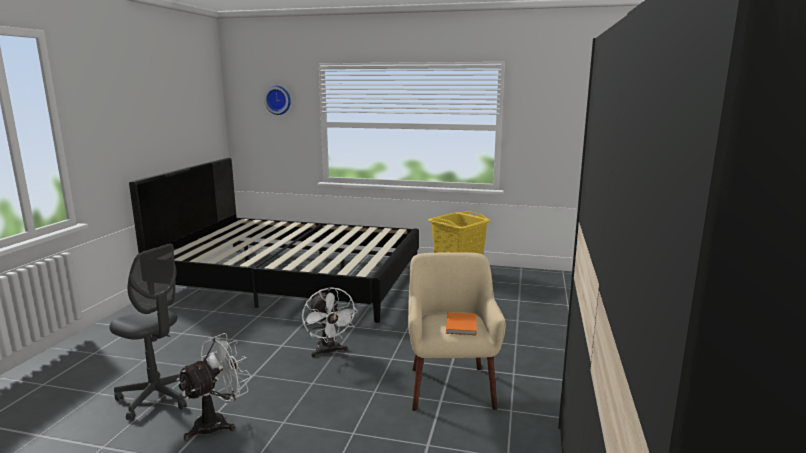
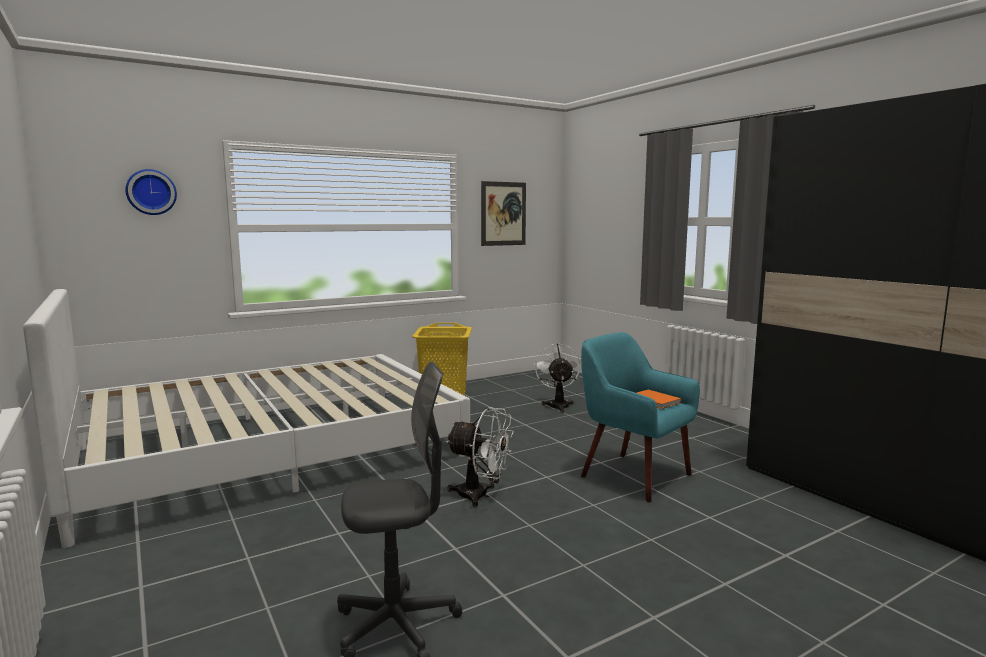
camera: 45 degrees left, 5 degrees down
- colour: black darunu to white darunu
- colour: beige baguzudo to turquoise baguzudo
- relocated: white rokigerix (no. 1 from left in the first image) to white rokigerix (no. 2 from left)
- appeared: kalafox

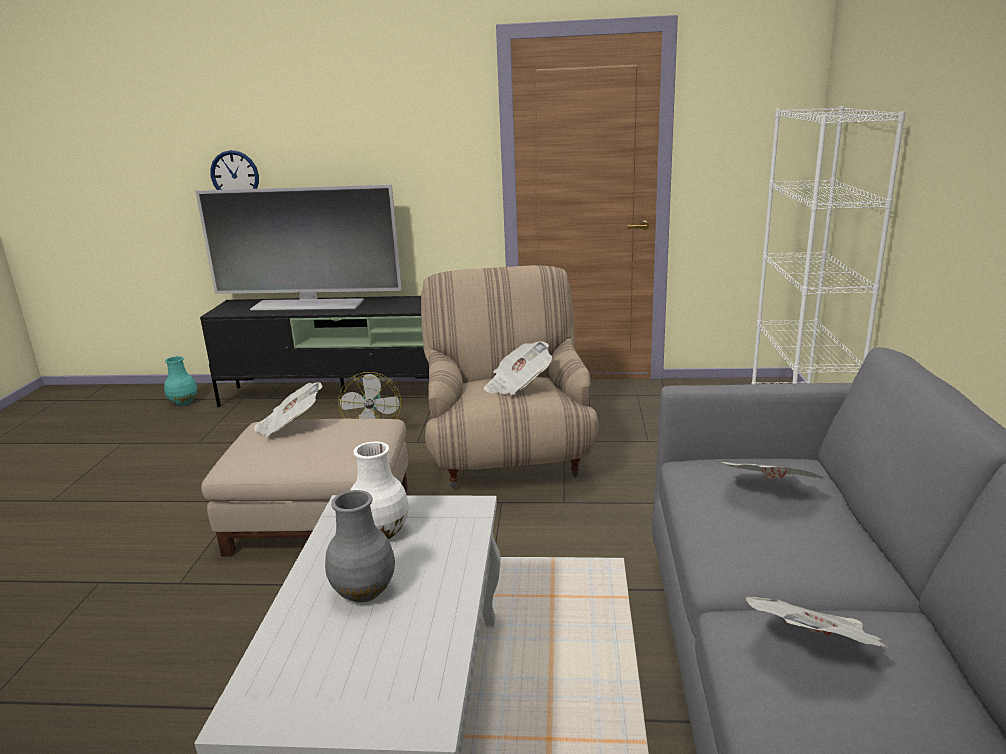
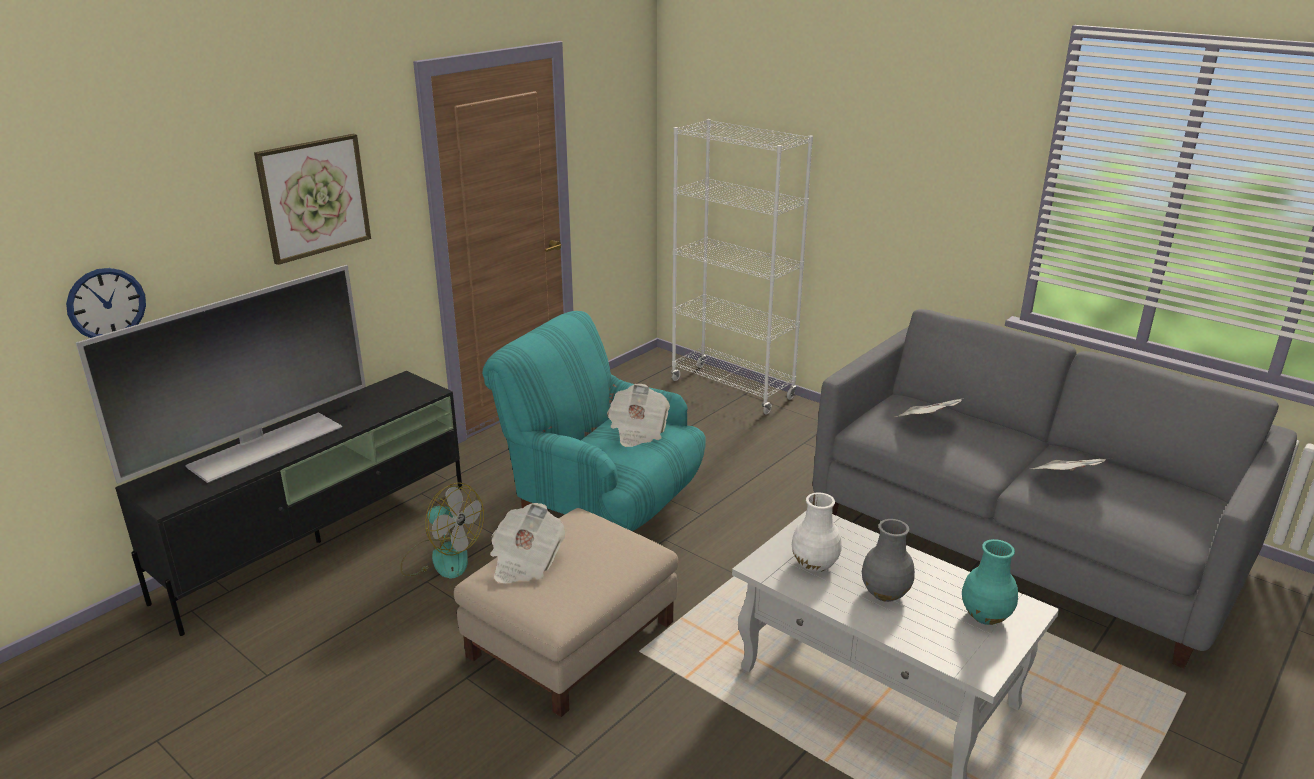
camera: 55 degrees left, 5 degrees up
- colour: beige baguzudo to turquoise baguzudo
- relocated: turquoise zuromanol
- appeared: kalafox

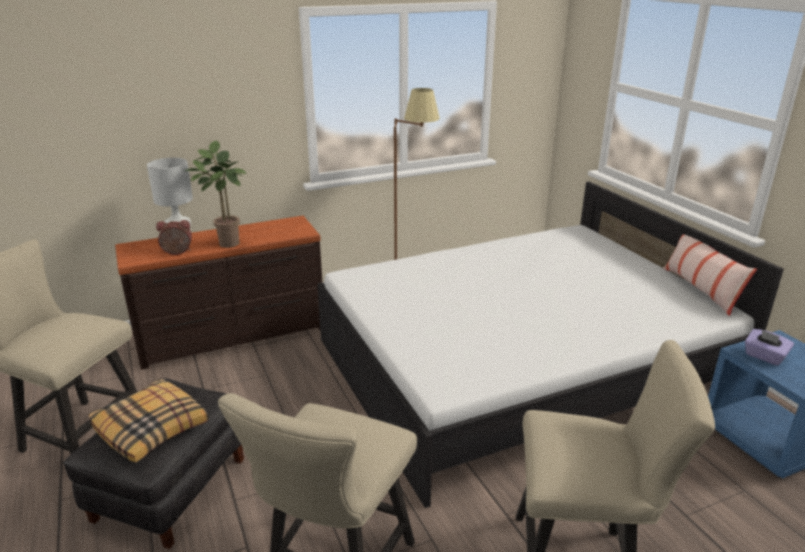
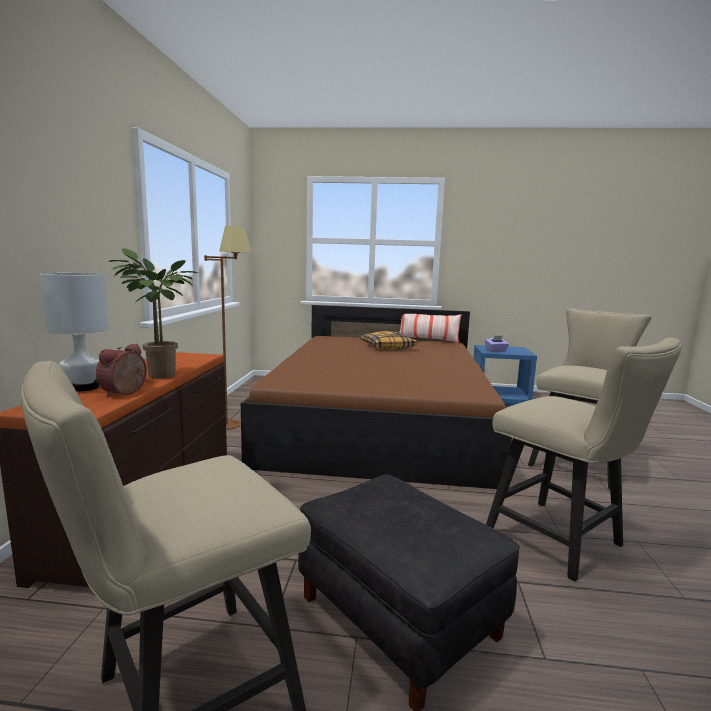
camera: 60 degrees left, 15 degrees down
- colour: white darunu to brown darunu
- relocated: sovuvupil (no. 1 from left)

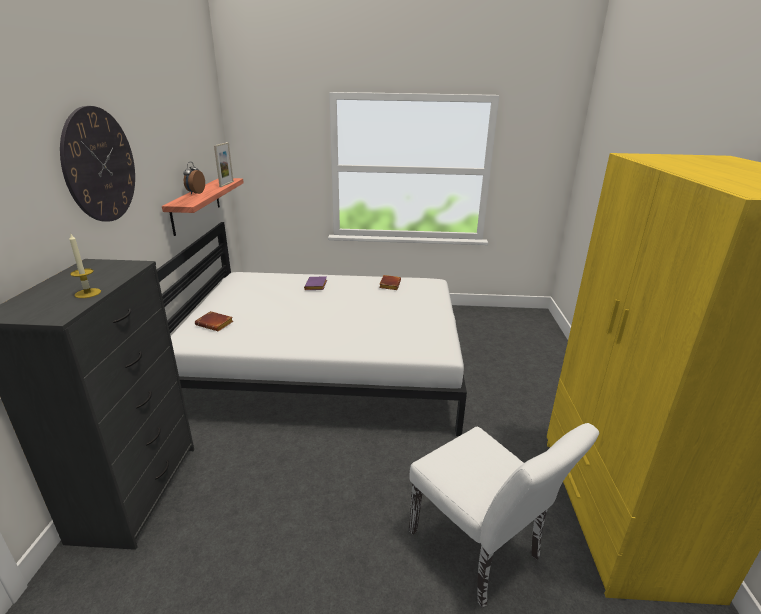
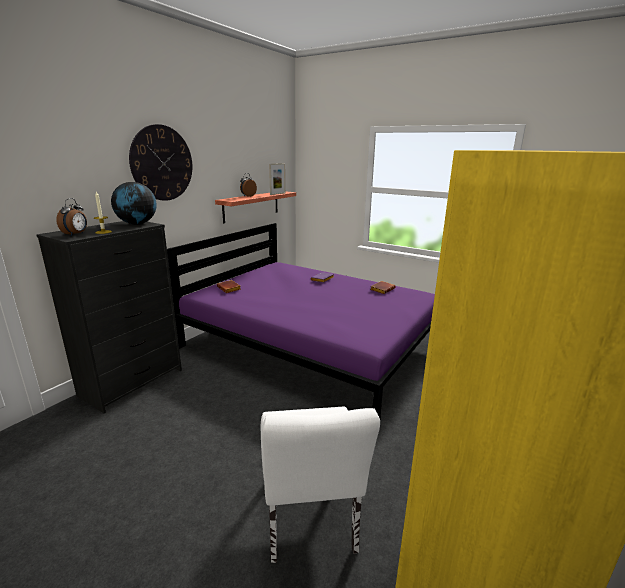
camera: 30 degrees right, 5 degrees down
- colour: white darunu to purple darunu
- appeared: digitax
- appeared: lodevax (no. 1 from left)

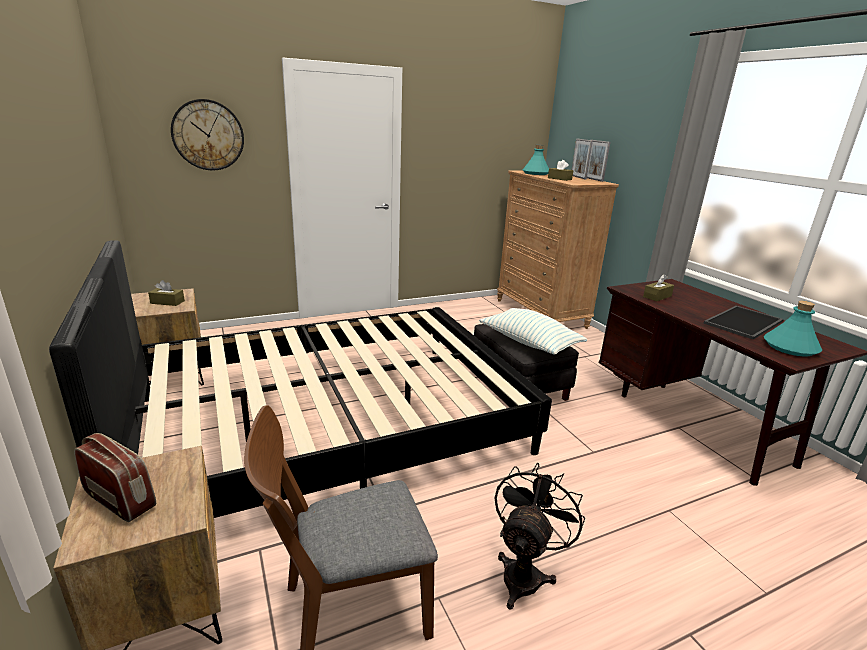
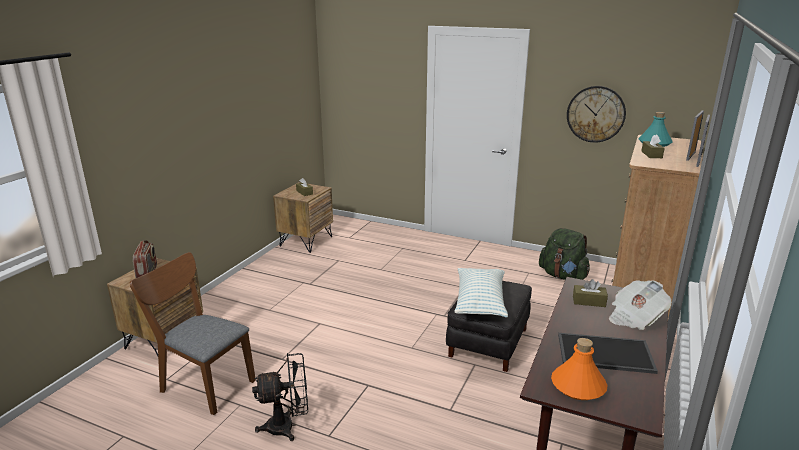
camera: 50 degrees right, 0 degrees up
- relocated: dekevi
- missing: black darunu
- colour: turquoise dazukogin (no. 2 from left) to orange dazukogin
- appeared: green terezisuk
- appeared: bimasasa

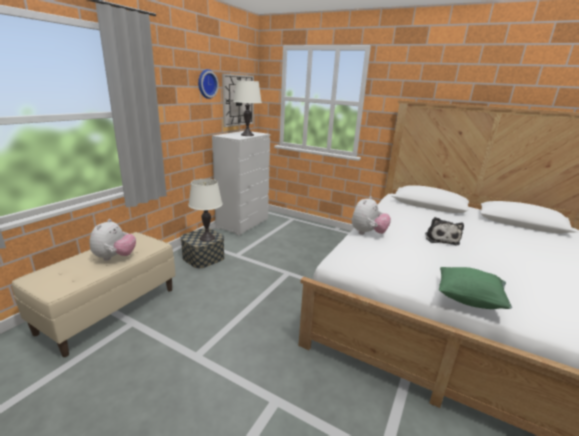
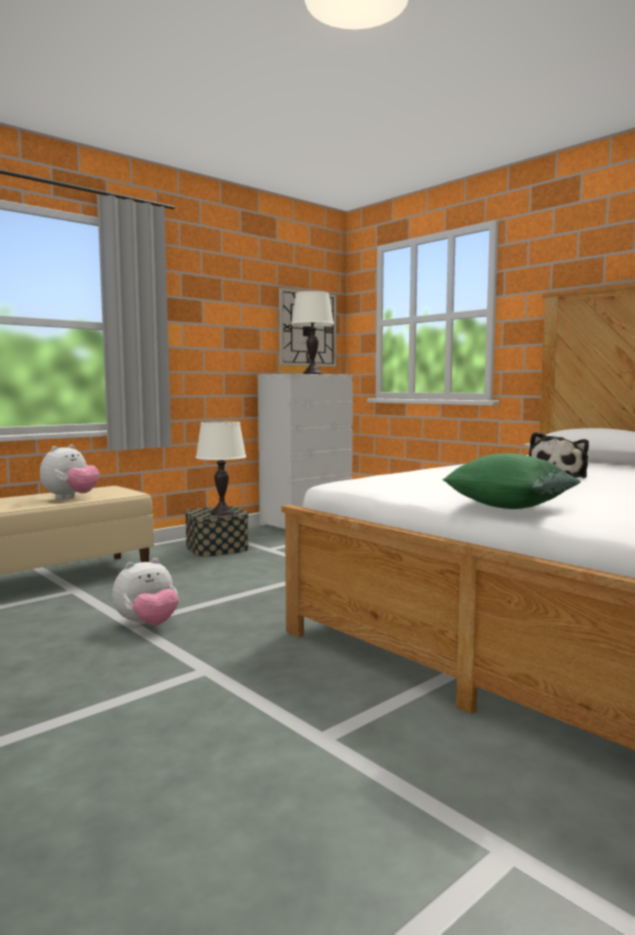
camera: 20 degrees right, 15 degrees down
- missing: dekevi (no. 1 from left)
- relocated: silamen (no. 2 from left)

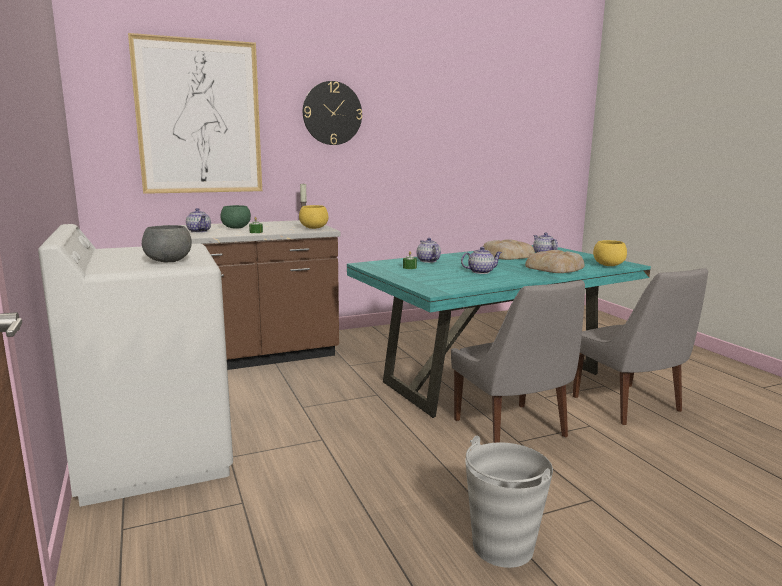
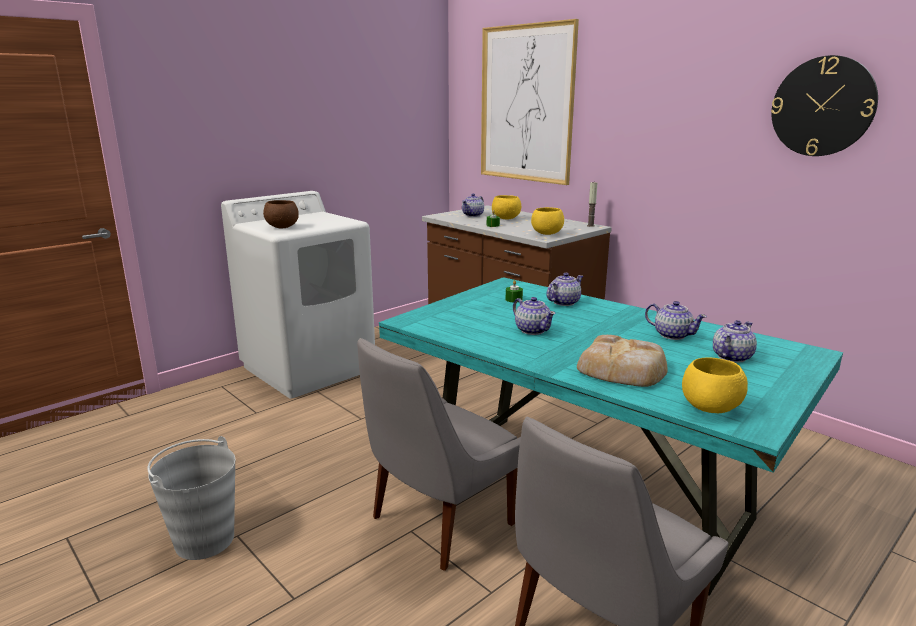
camera: 70 degrees right, 5 degrees up
- relocated: dekevi
- colour: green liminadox to yellow liminadox (no. 1 from left)
- colour: grey liminadox to brown liminadox
- exchanged: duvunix (no. 1 from left) to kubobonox (no. 4 from left)

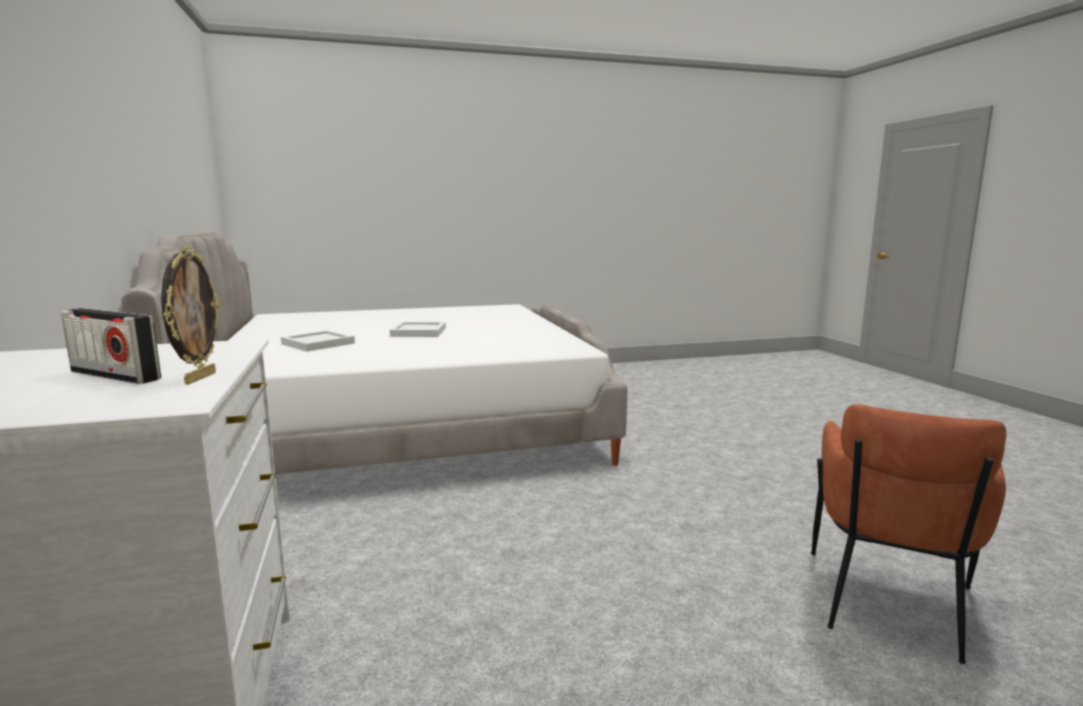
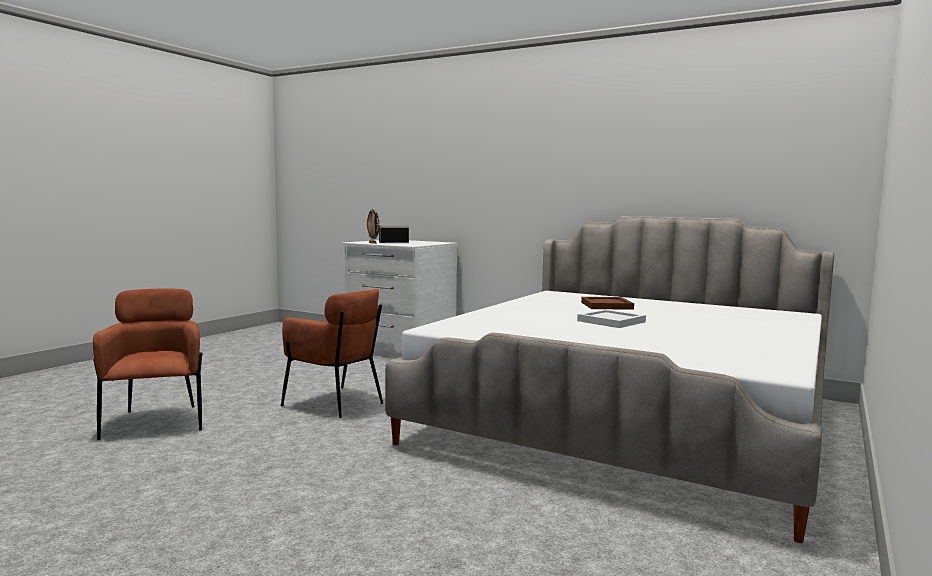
camera: 135 degrees right, 5 degrees down
- colour: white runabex (no. 1 from left) to brown runabex
- appeared: brown baguzudo (no. 2 from left)

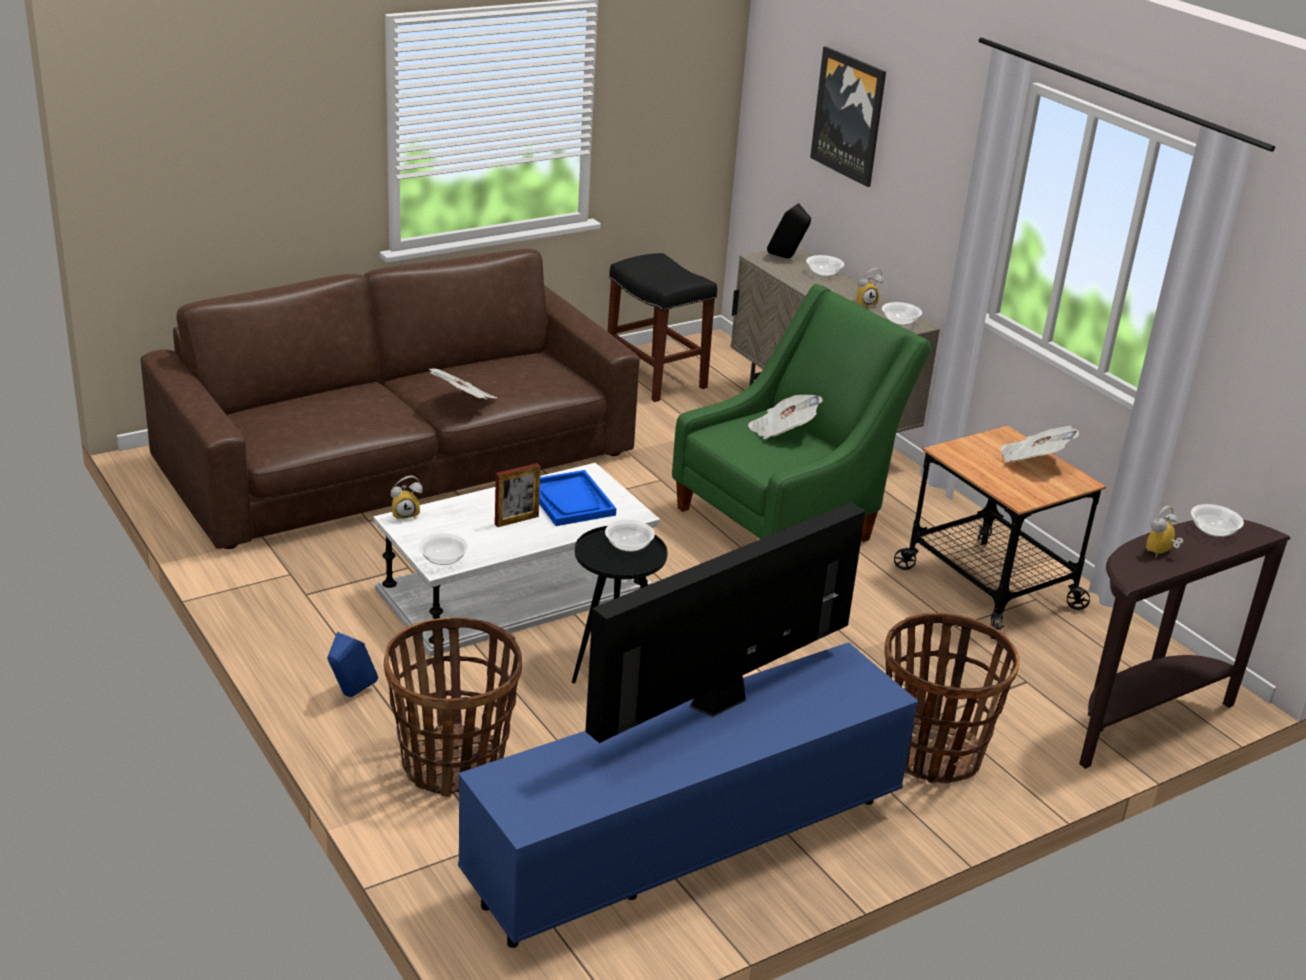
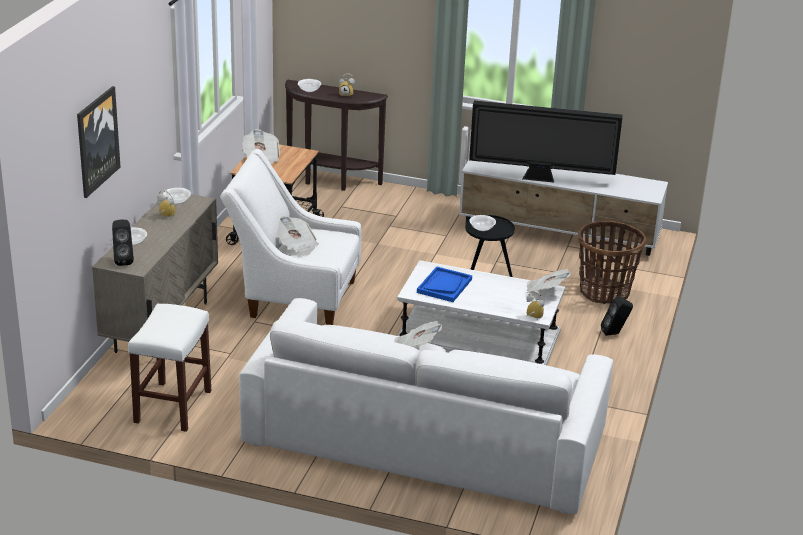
camera: 130 degrees left, 0 degrees up
- colour: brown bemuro to white bemuro
- colour: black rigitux to white rigitux
- colour: green baguzudo to white baguzudo
- missing: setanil
- exchanged: liminadox (no. 1 from left) to bimasasa (no. 4 from left)
- missing: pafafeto (no. 2 from left)
- colour: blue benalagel to black benalagel (no. 2 from left)
- colour: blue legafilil to white legafilil

